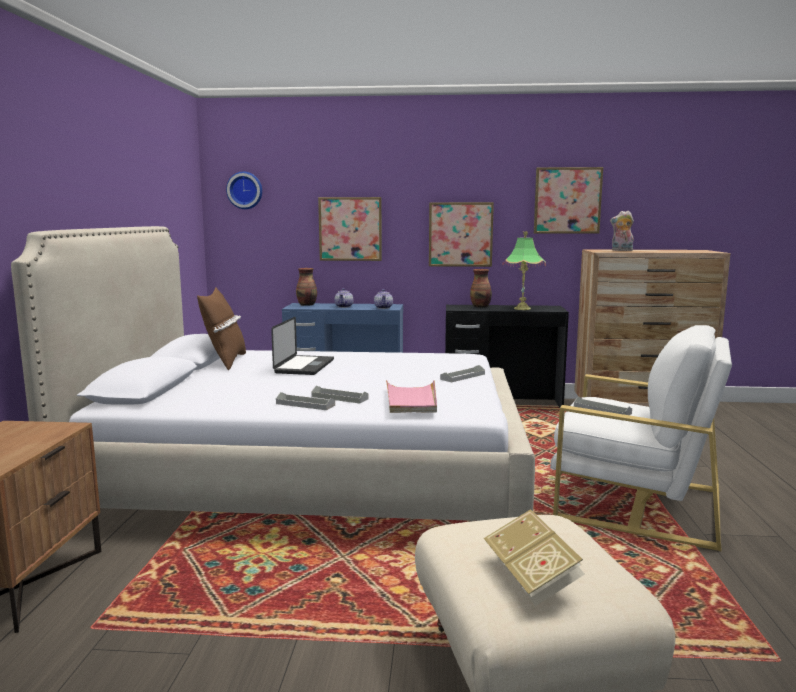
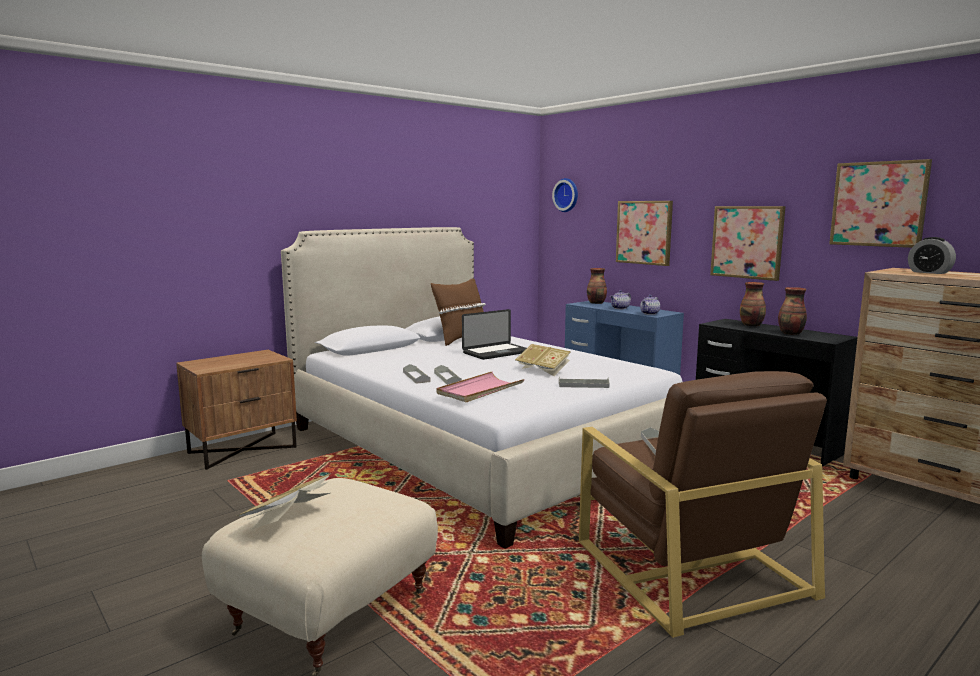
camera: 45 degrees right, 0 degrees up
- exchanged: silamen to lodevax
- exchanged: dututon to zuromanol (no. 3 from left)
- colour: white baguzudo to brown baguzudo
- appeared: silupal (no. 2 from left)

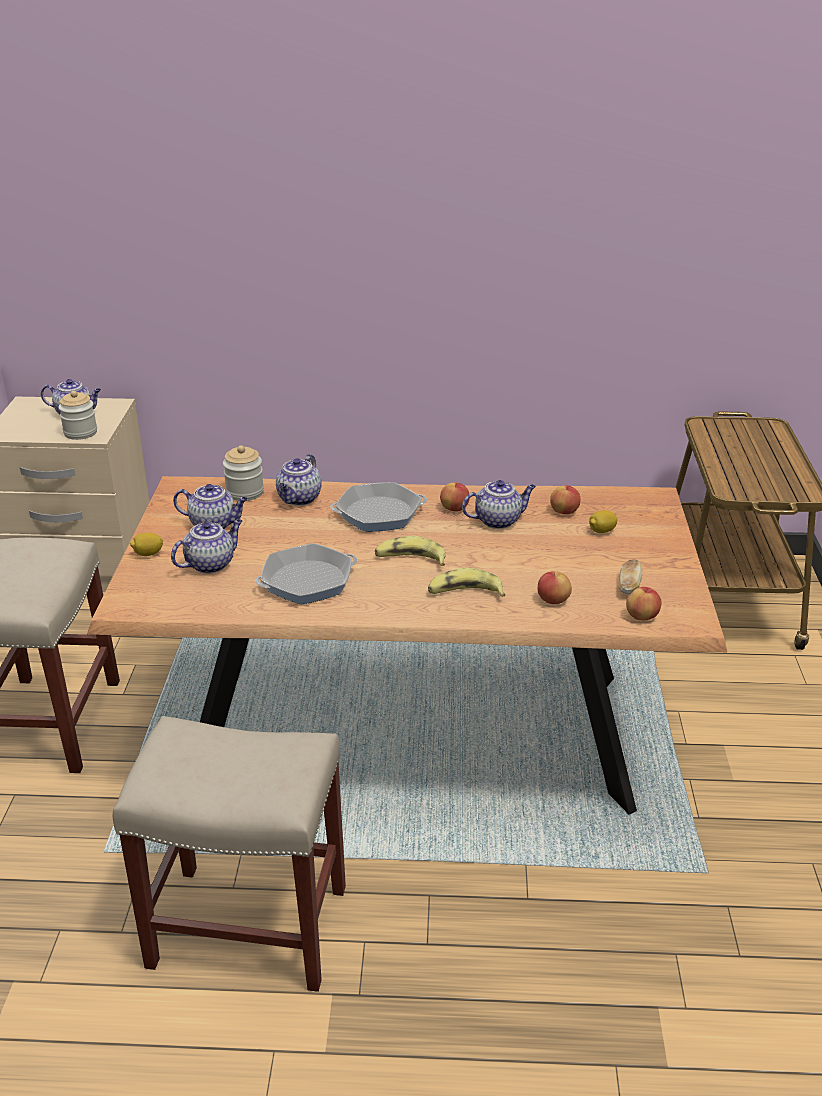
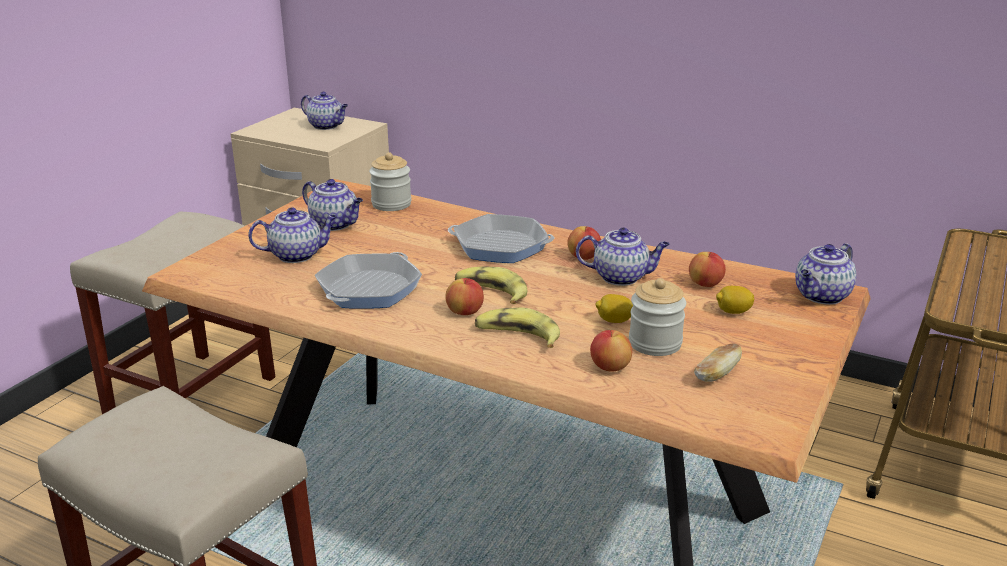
camera: 25 degrees right, 5 degrees down
- relocated: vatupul (no. 1 from left in the first image) to vatupul (no. 2 from left)
- relocated: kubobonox (no. 4 from left in the first image) to kubobonox (no. 5 from left)
- relocated: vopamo (no. 1 from left)
- spun: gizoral (no. 1 from left) 60 degrees counterclockwise
- relocated: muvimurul (no. 4 from left in the first image) to muvimurul (no. 1 from left)

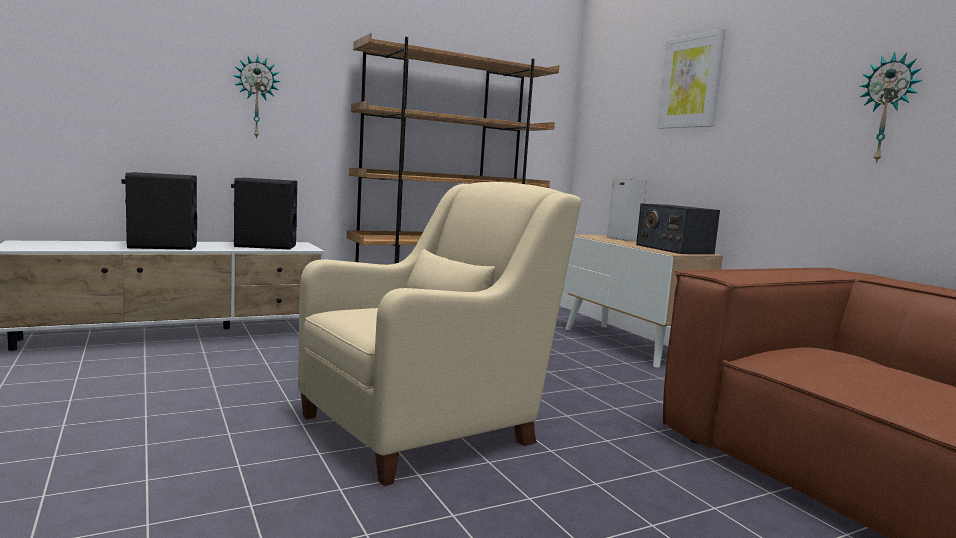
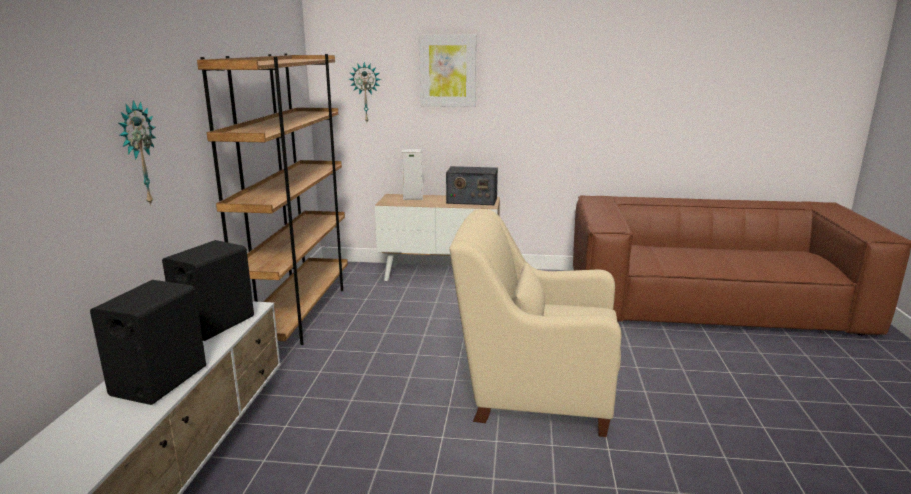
camera: 55 degrees left, 10 degrees up
- relocated: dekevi (no. 2 from left)
- spun: beige baguzudo 75 degrees counterclockwise

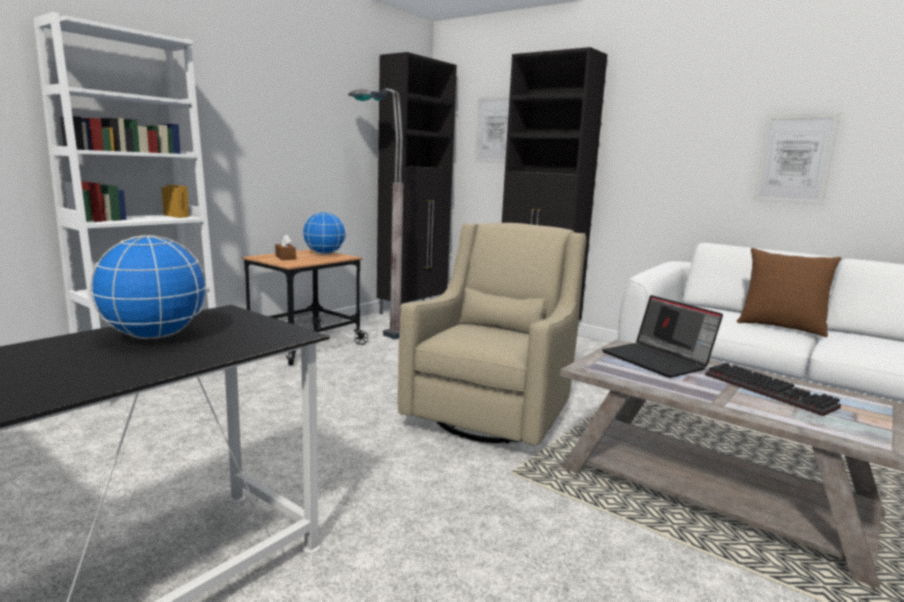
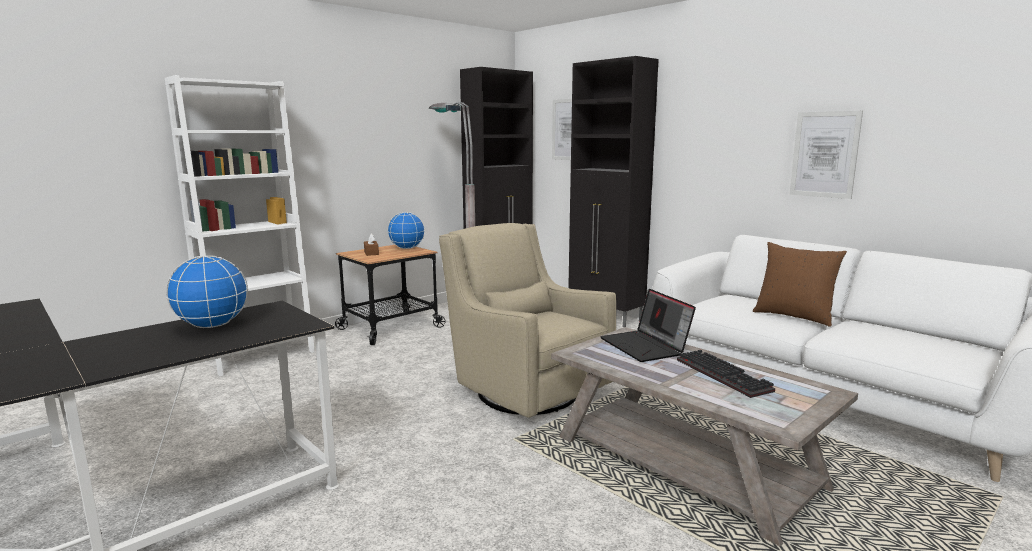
camera: 10 degrees right, 0 degrees up
- spun: beige baguzudo 75 degrees counterclockwise

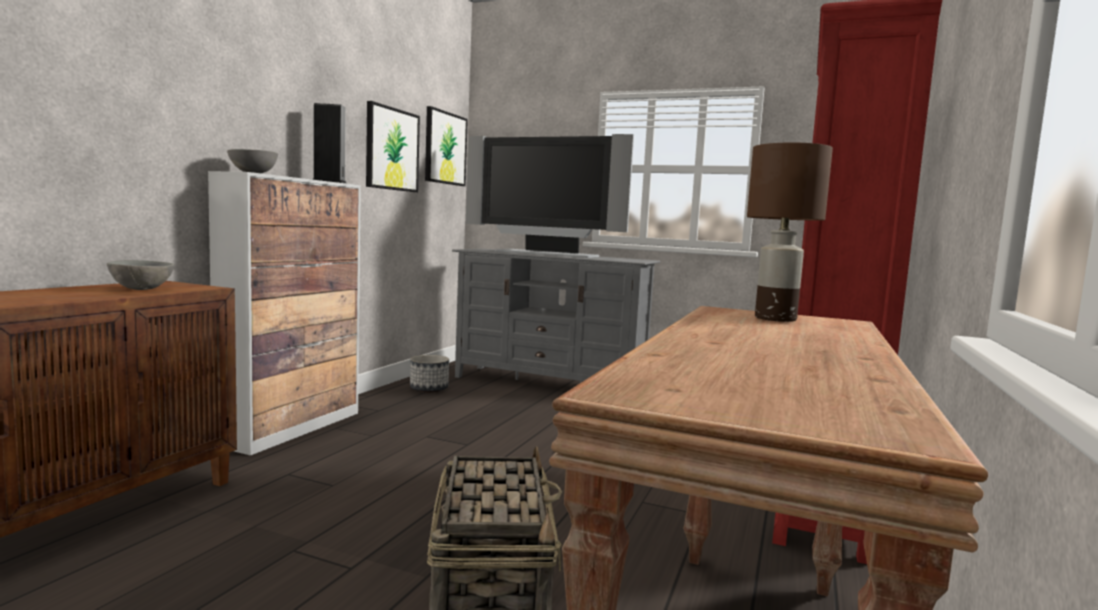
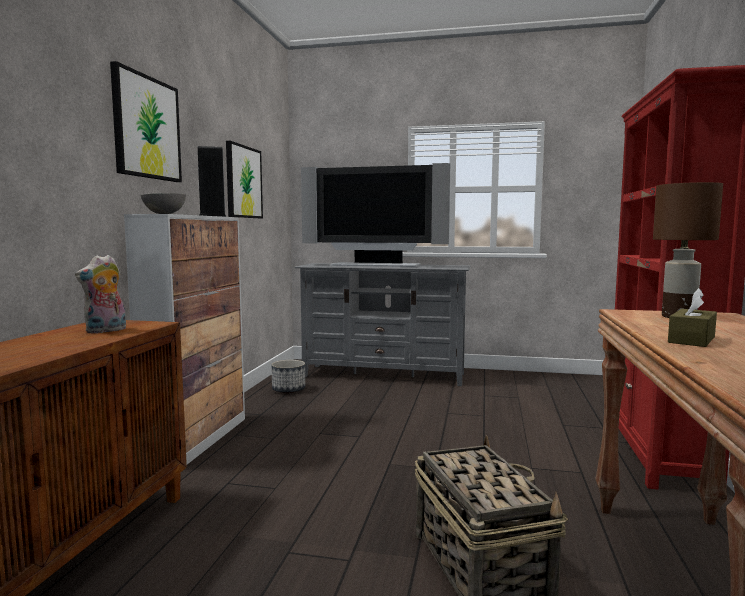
camera: 10 degrees left, 0 degrees up
- relocated: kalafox (no. 2 from left in the first image) to kalafox (no. 1 from left)
- exchanged: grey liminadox (no. 1 from left) to silamen
- appeared: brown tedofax

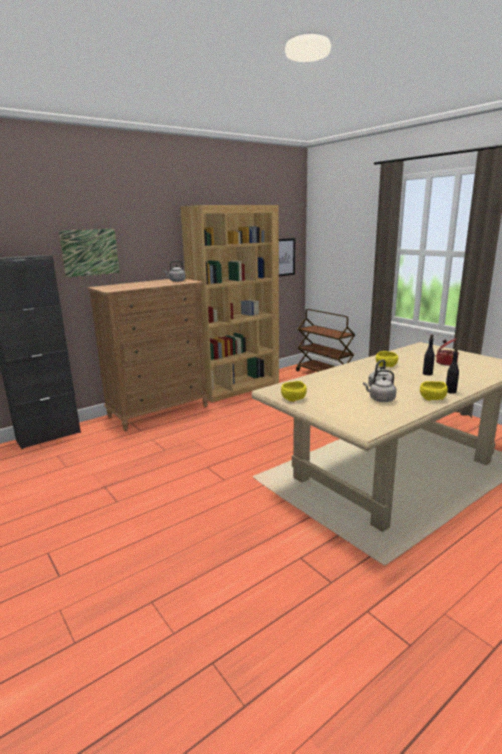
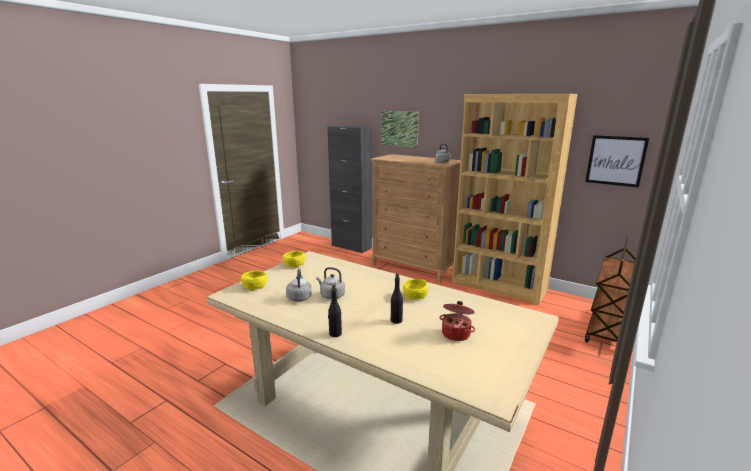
camera: 70 degrees right, 0 degrees up
- relocated: yellow liminadox (no. 3 from left in the first image) to yellow liminadox (no. 1 from left)

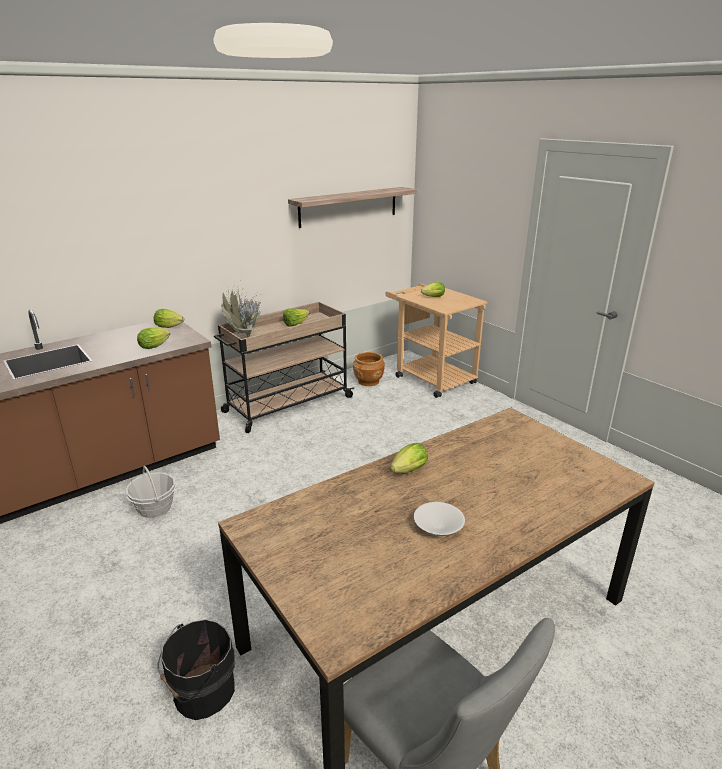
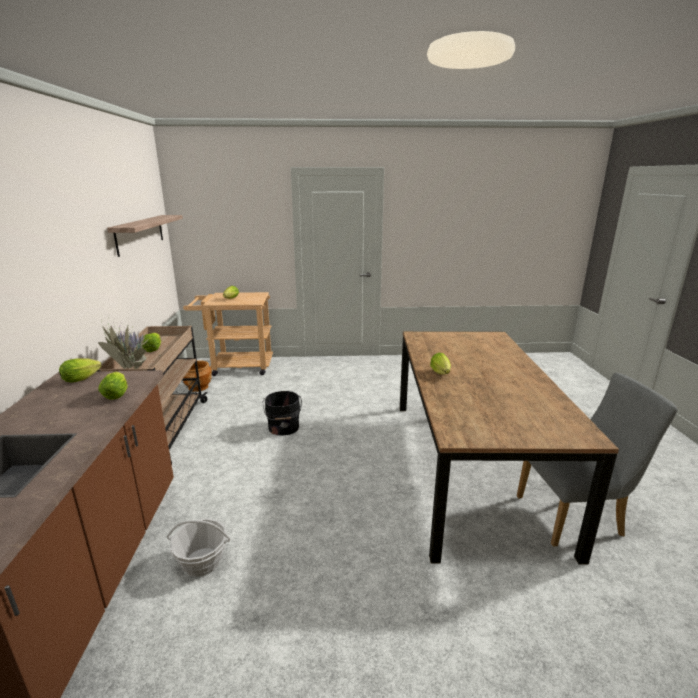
camera: 55 degrees left, 5 degrees down
- missing: white liminadox
- relocated: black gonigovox

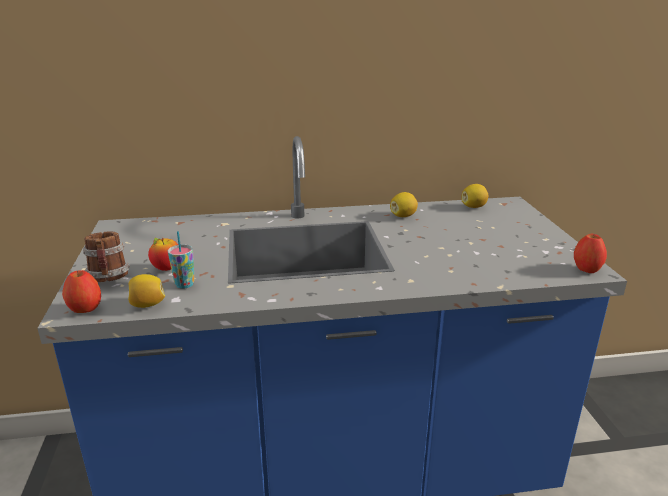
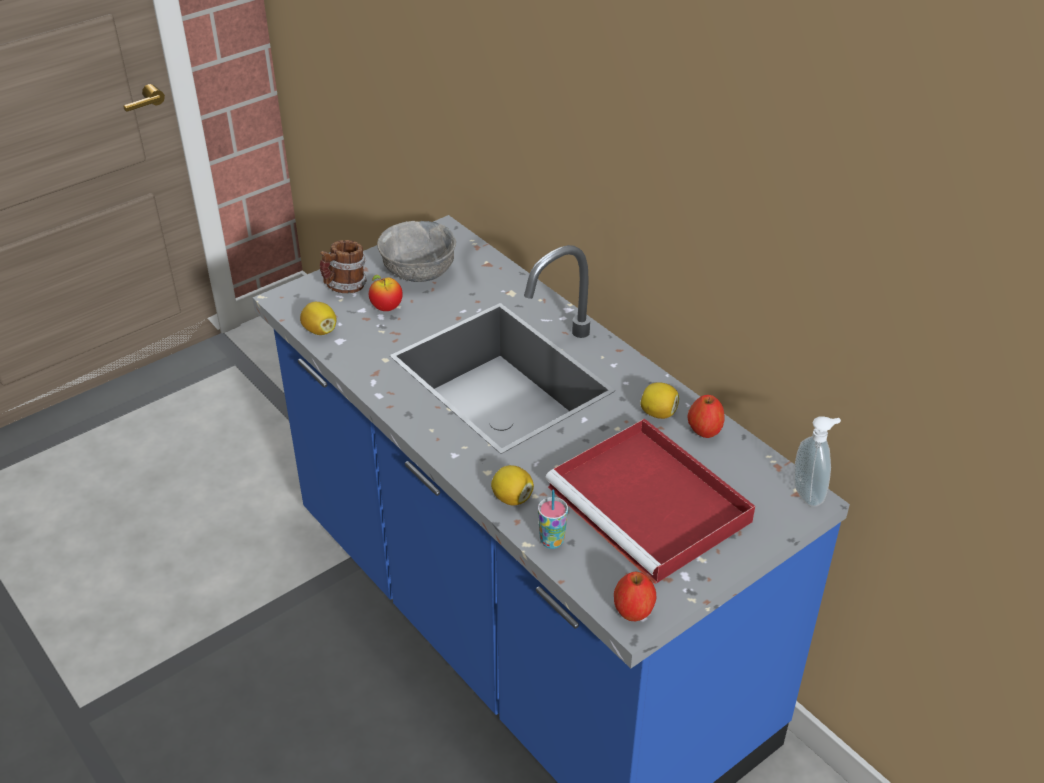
camera: 60 degrees right, 15 degrees up
- relocated: vopamo (no. 3 from left in the first image) to vopamo (no. 2 from left)
- relocated: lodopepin
- relocated: muvimurul (no. 1 from left in the first image) to muvimurul (no. 3 from left)
- appeared: grey liminadox
- appeared: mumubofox
- appeared: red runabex

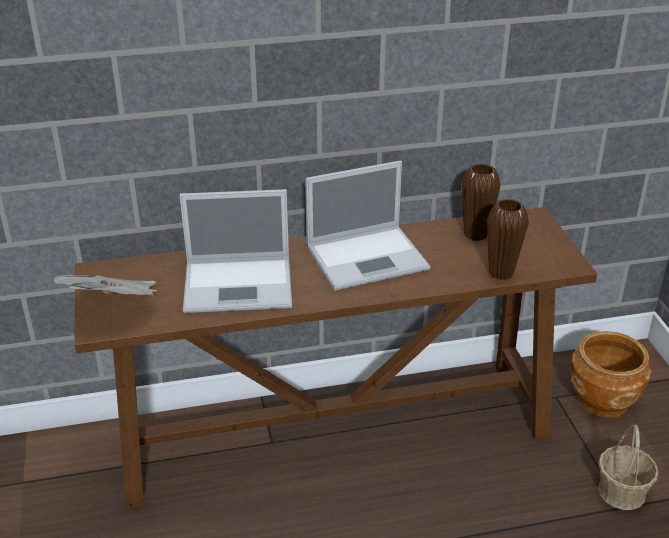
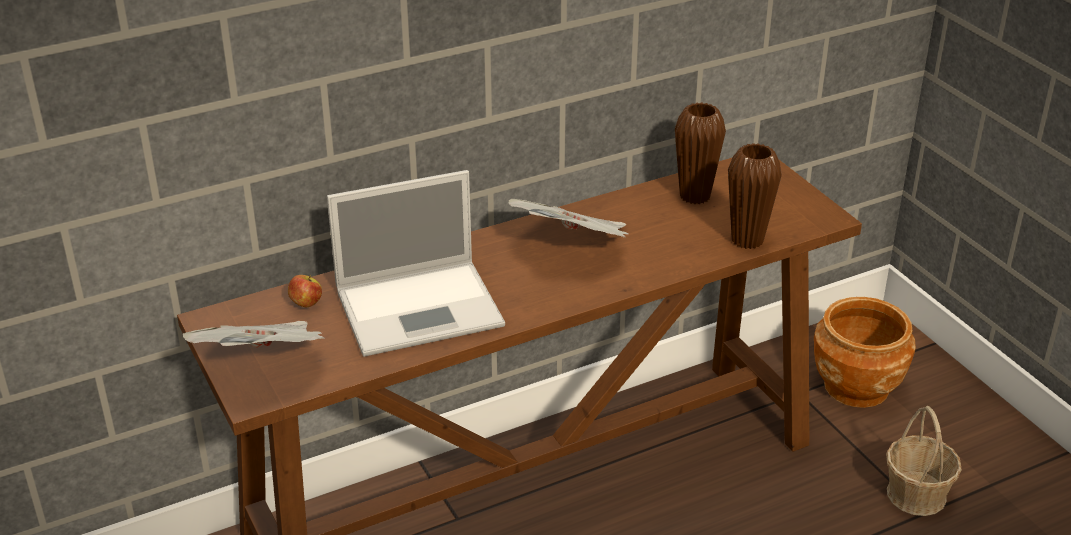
camera: 15 degrees left, 0 degrees up
- exchanged: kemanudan (no. 2 from left) to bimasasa (no. 2 from left)
- appeared: muvimurul

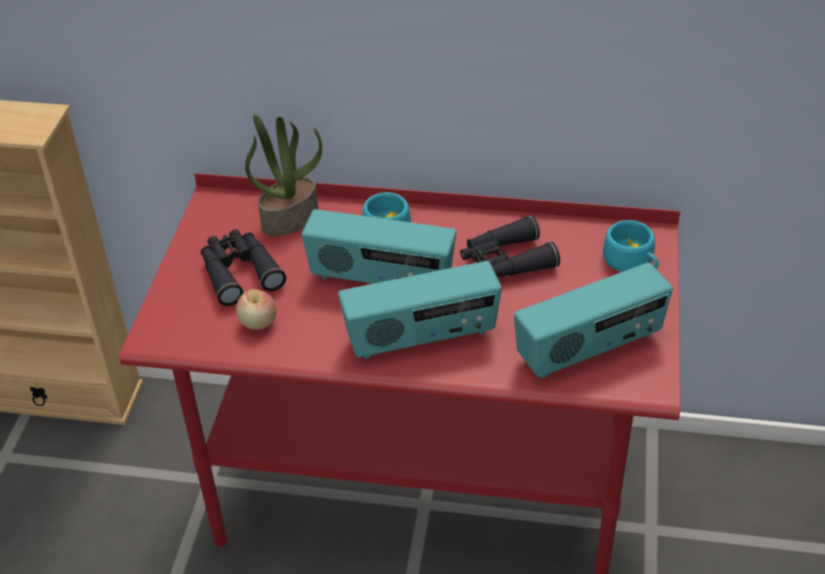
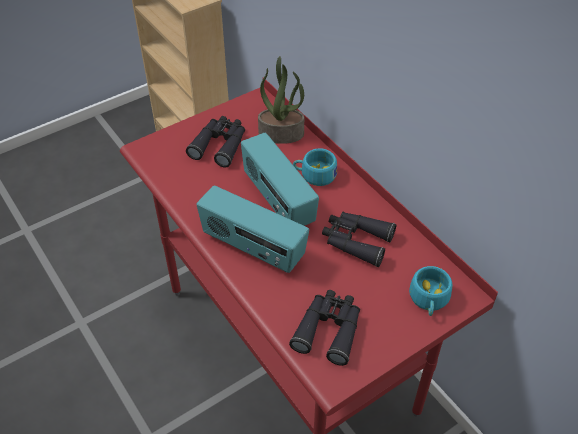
camera: 45 degrees right, 5 degrees up
- exchanged: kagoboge (no. 3 from left) to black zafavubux (no. 2 from left)
- missing: muvimurul

